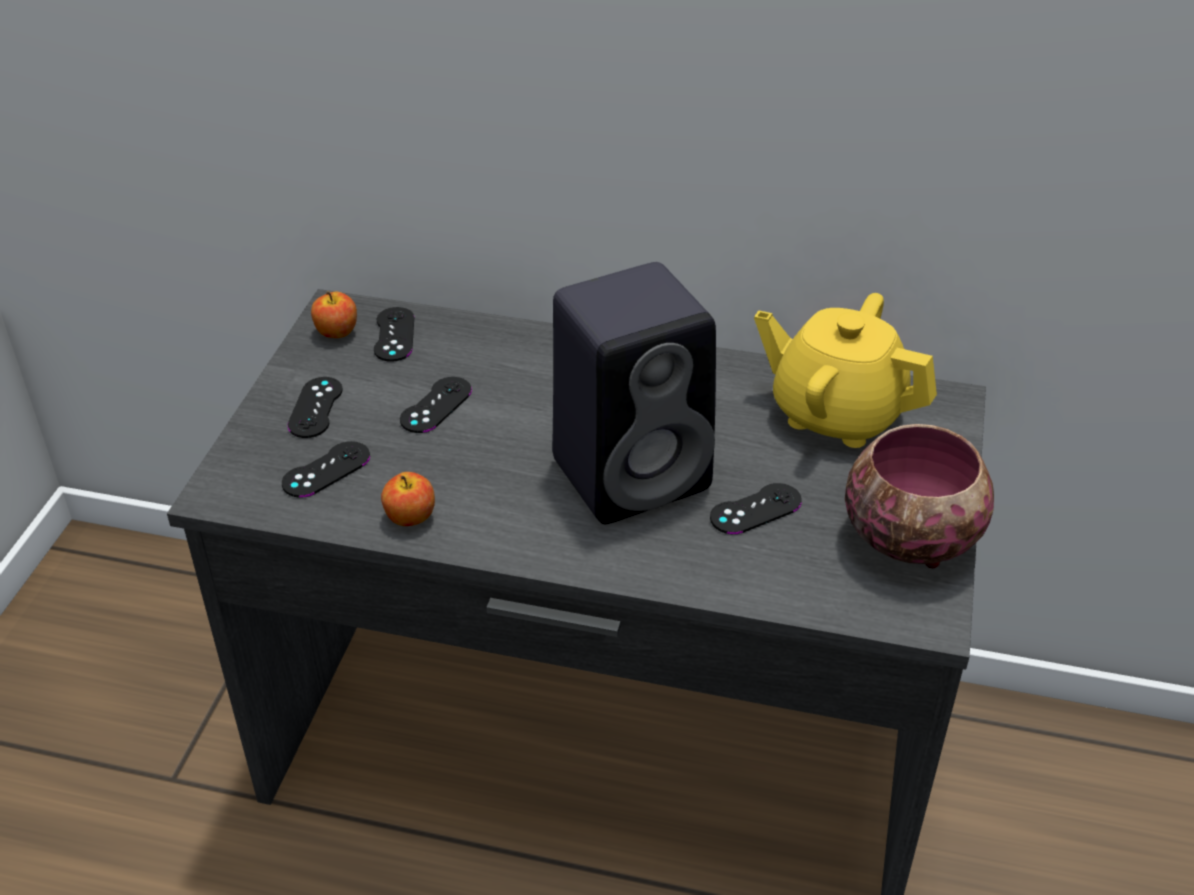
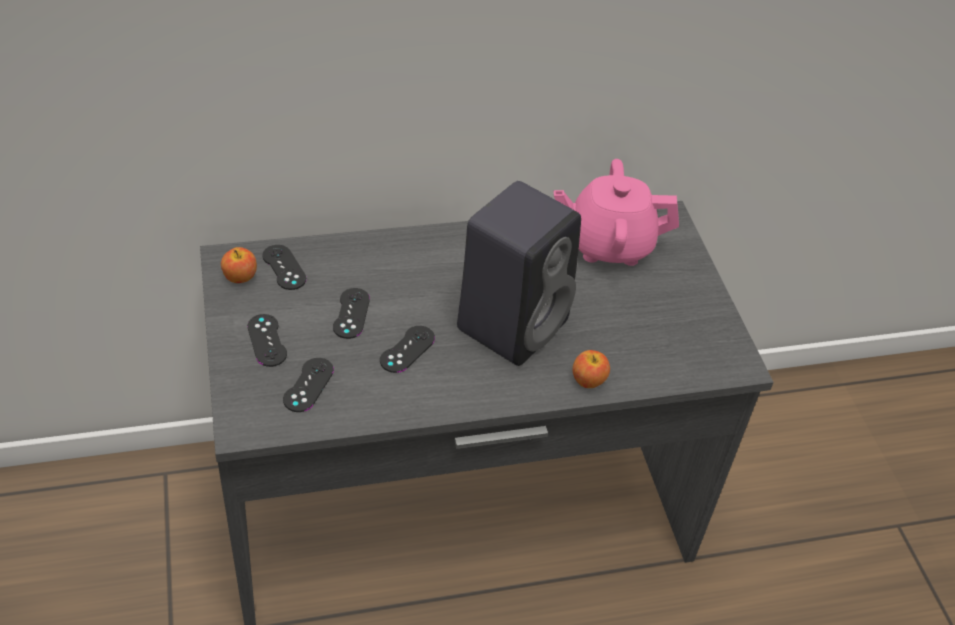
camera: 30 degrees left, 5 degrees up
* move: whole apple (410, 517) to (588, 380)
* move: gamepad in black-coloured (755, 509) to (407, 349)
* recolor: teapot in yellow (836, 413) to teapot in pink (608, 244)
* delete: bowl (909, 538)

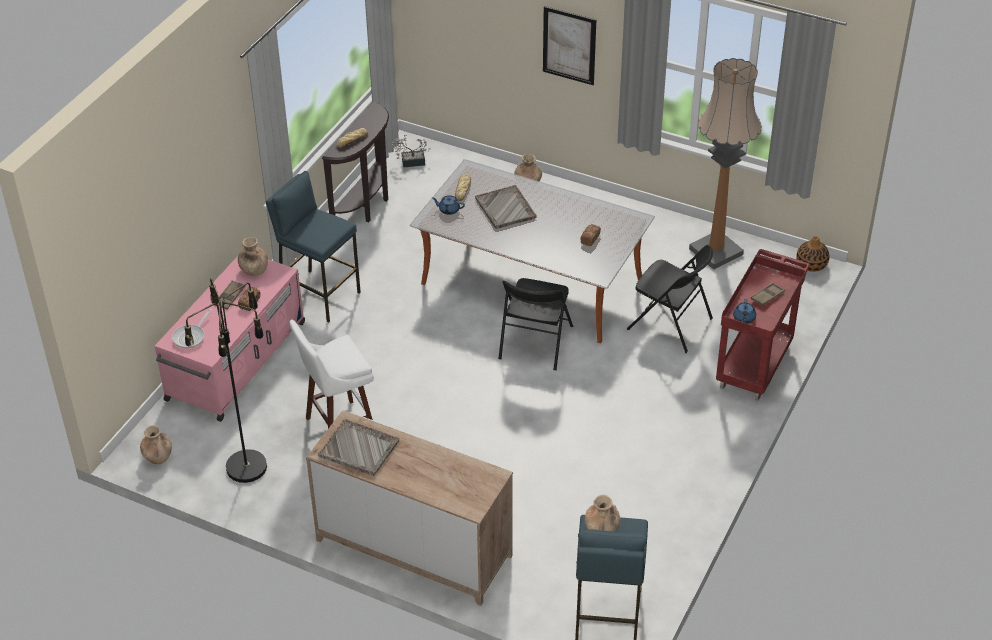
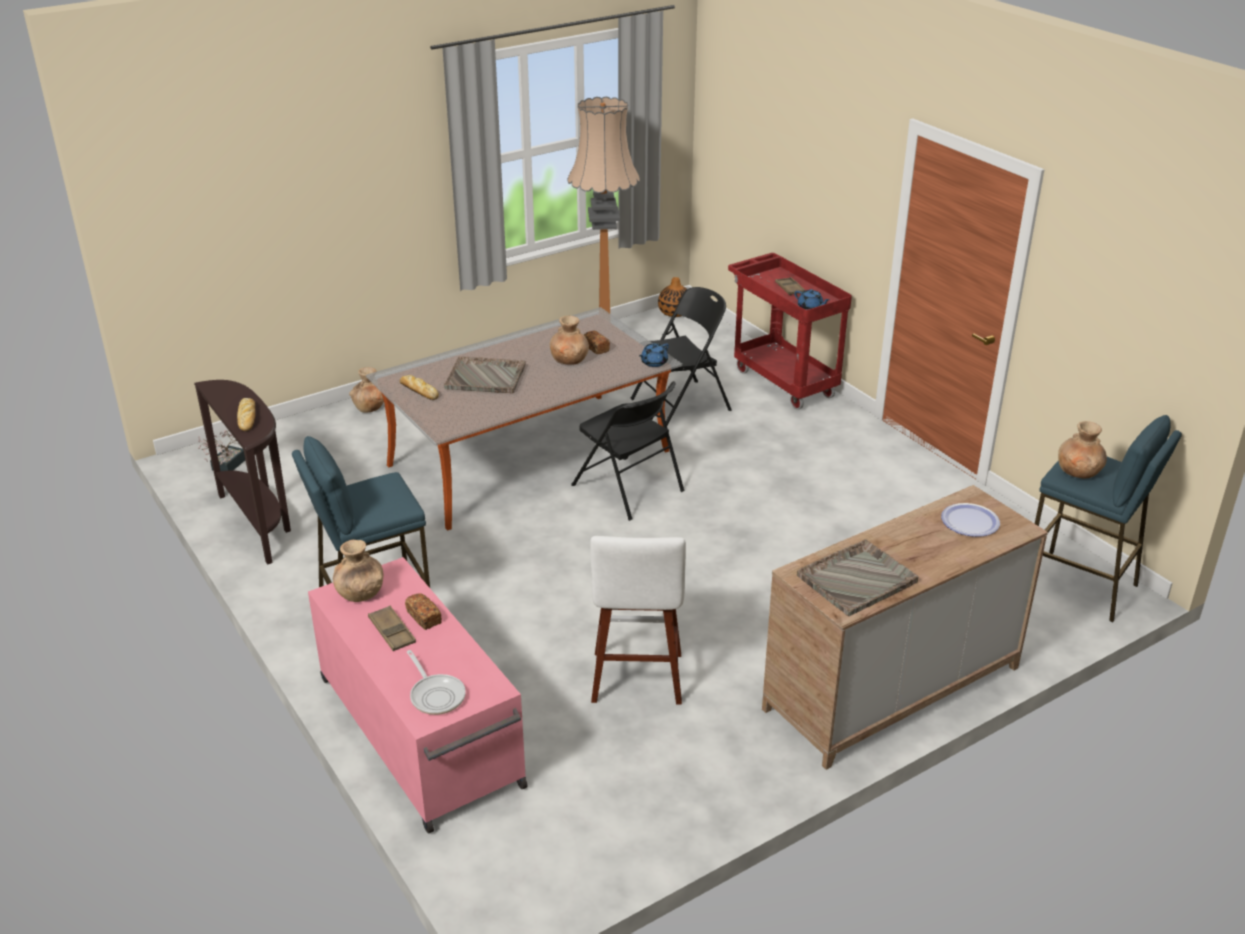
camera: 60 degrees left, 10 degrees down
* move: vase in brownish (158, 457) to (569, 360)
* delete: standard lamp (247, 468)
* move: teapot in blue (448, 210) to (653, 363)
* delete: wall picture (569, 45)
* insert: flat dish (970, 521)

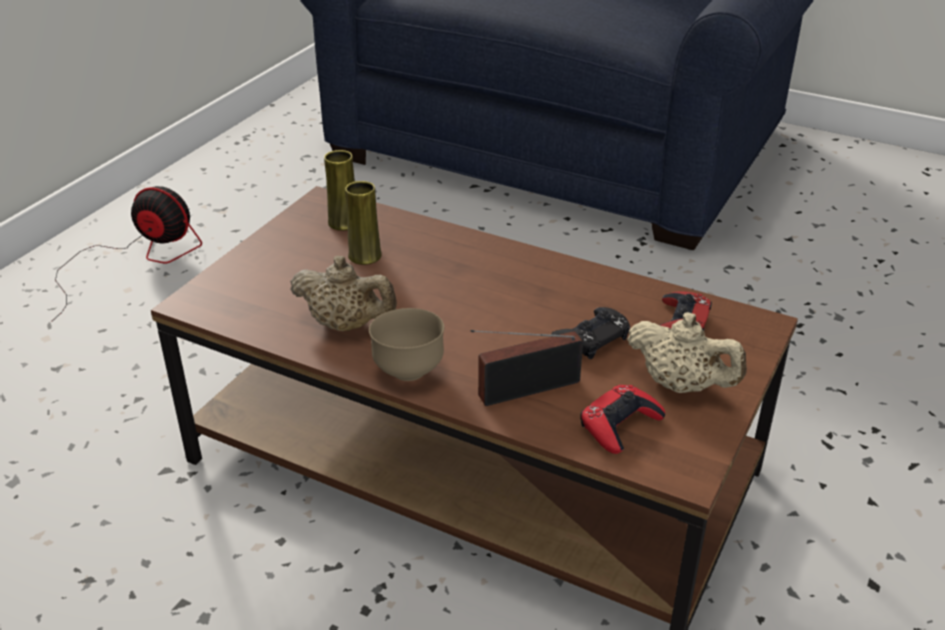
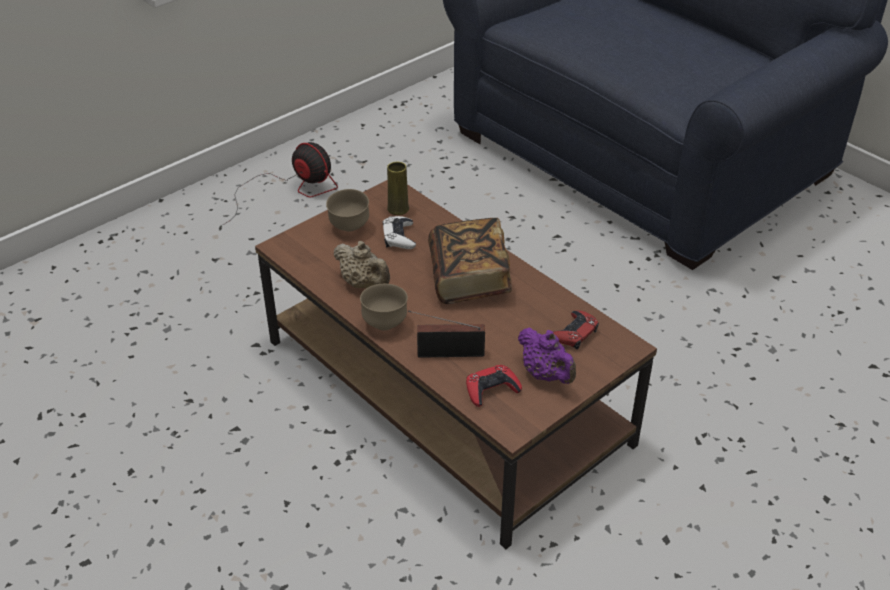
camera: 20 degrees right, 5 degrees up
* replace: vase in yellow (365, 256) to gamepad in white (399, 237)
* delete: gamepad in black-coloured (591, 338)
* recolor: teapot in beige-coloured (681, 385) to teapot in purplish (546, 374)
* insert: bowl in brownish (349, 228)
* insert: volume (469, 278)

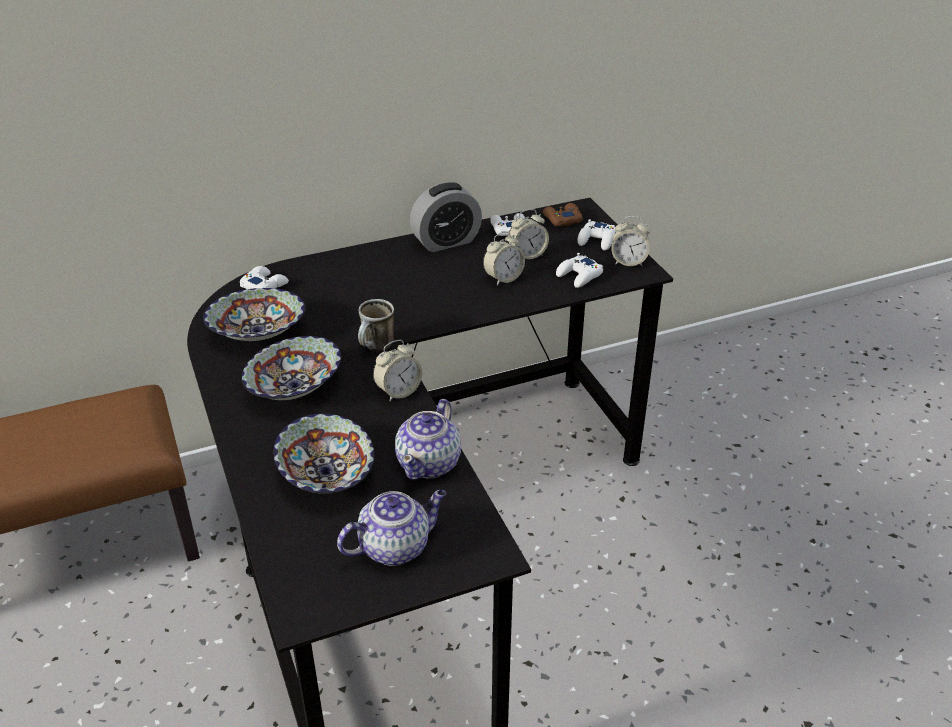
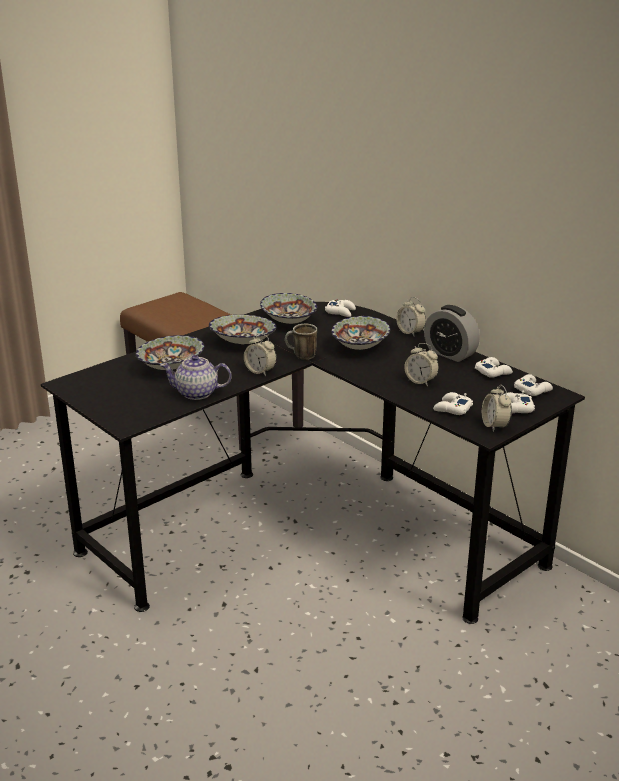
camera: 70 degrees right, 10 degrees down
* delete: teapot (395, 546)
* move: table clock (527, 255) to (410, 332)
* recolor: gamepad in brownish (562, 219) to gamepad in white (532, 390)
* insert: bowl (359, 347)

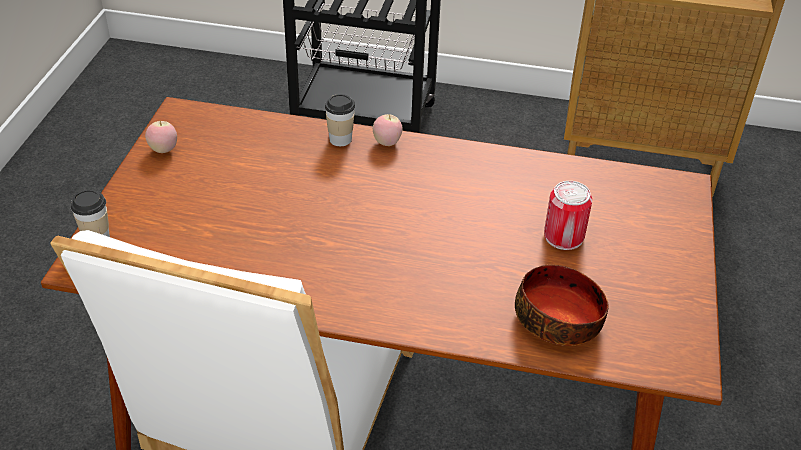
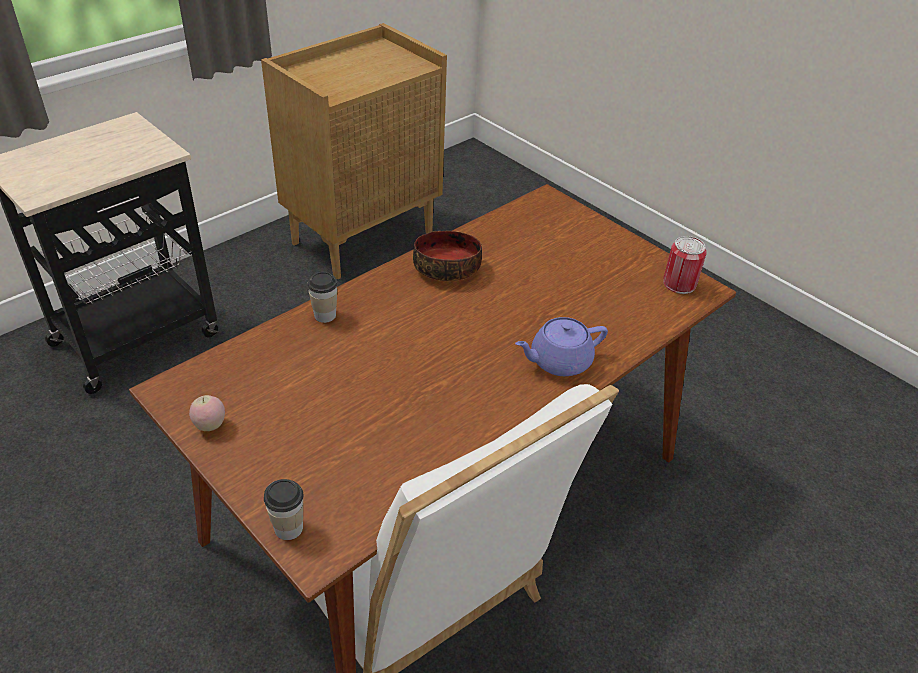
camera: 55 degrees left, 0 degrees up
* delete: whole apple (387, 143)
* move: bowl (559, 320) to (447, 268)
* move: sealed can (563, 236) to (679, 283)
* insert: teapot in purplish (559, 361)

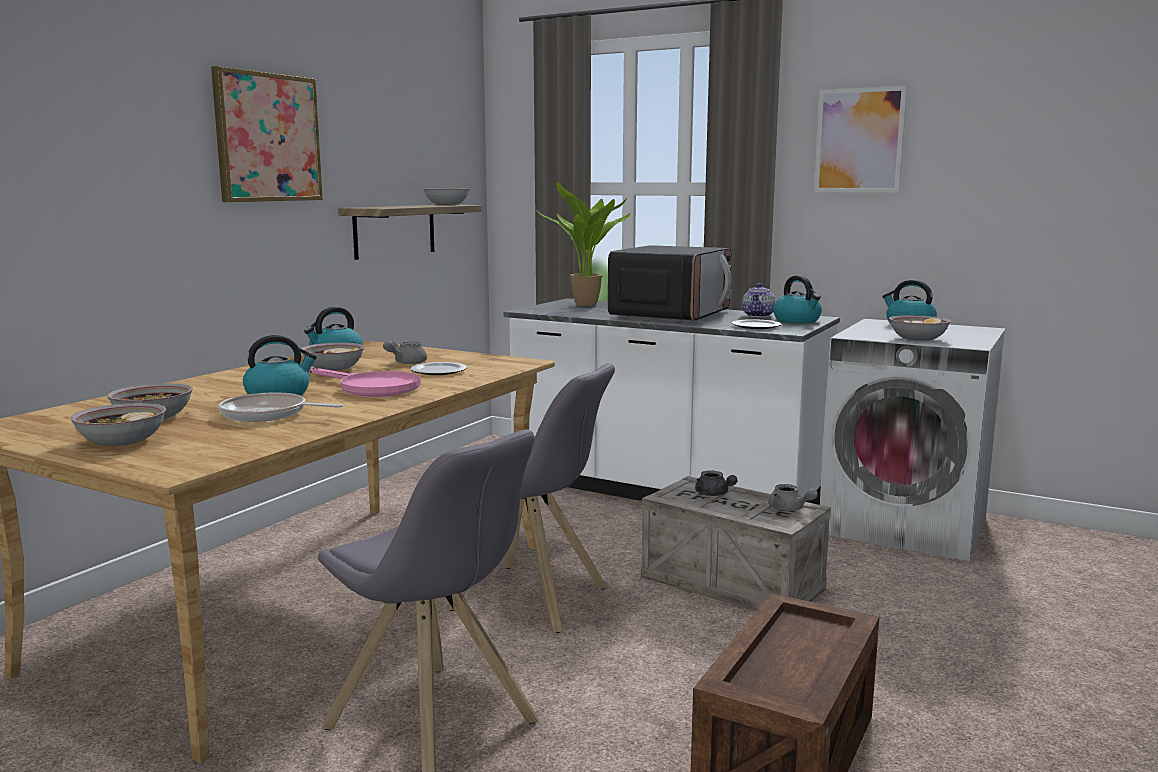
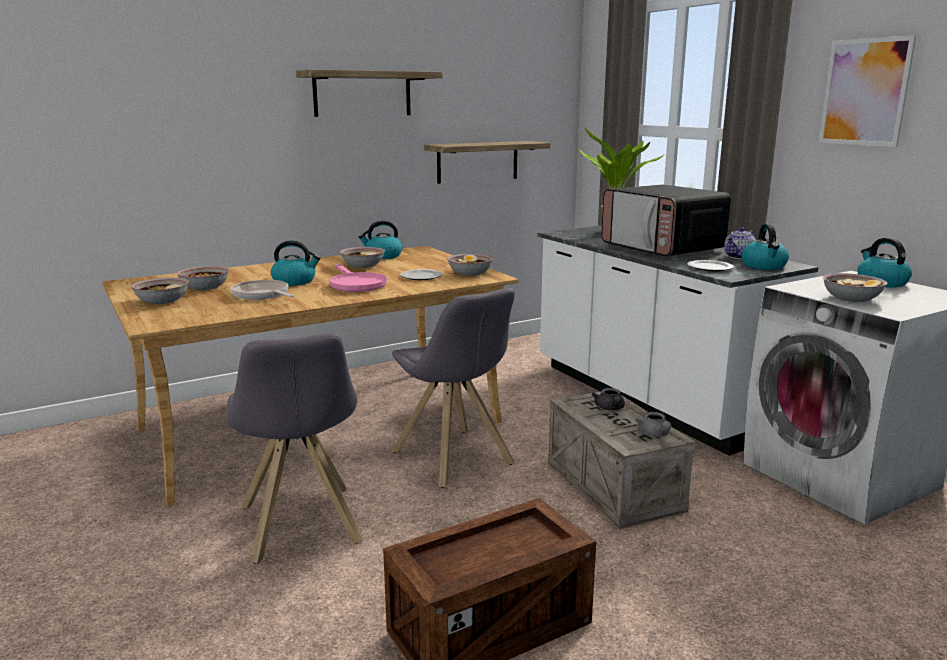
camera: 30 degrees right, 5 degrees up
* replace: wall picture (267, 138) to shelf (362, 94)
* delete: teapot in greyish (406, 362)
* move: bowl (447, 204) to (470, 273)
* rotate: kitchen microwave (670, 314) = (662, 248) 90 degrees clockwise

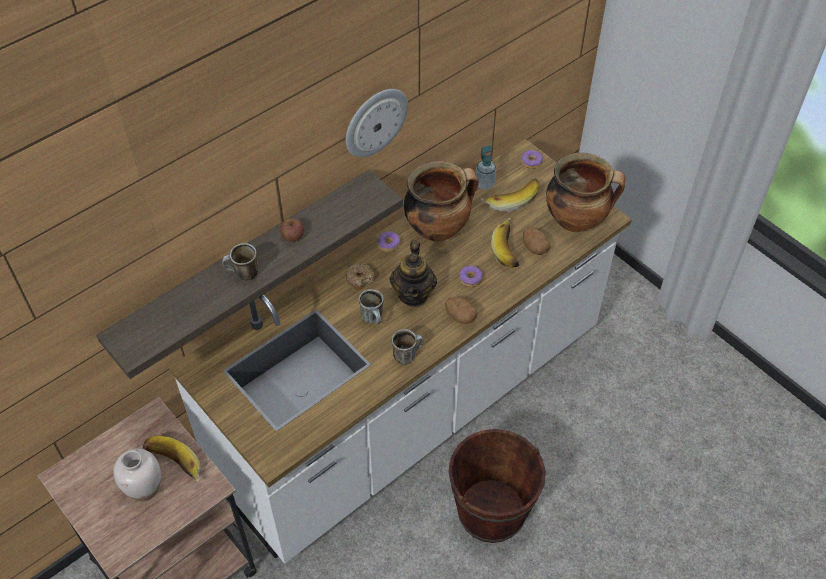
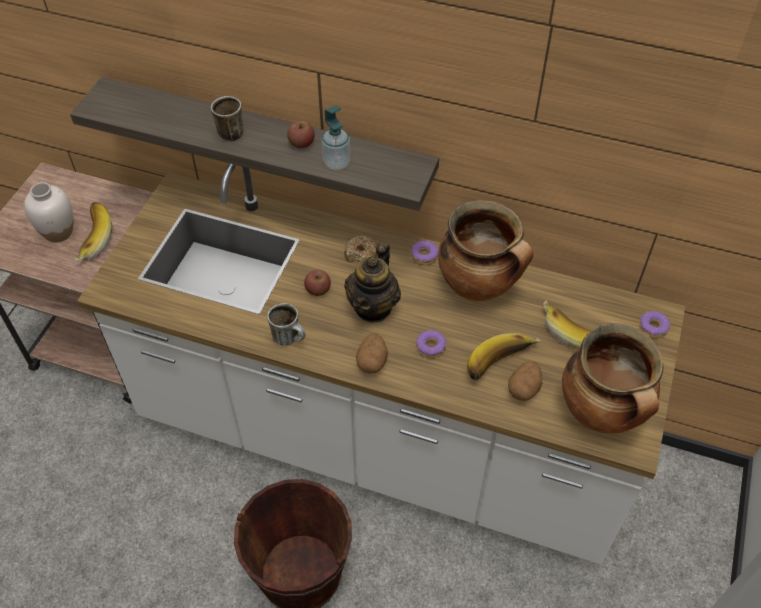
camera: 60 degrees right, 0 degrees up
* delete: wall clock (375, 121)
* replace: mug (374, 319) to whole apple (318, 289)
* rotate: teapot (413, 294) = (373, 307) 45 degrees counterclockwise
* move: soap bottle (485, 184) to (336, 163)

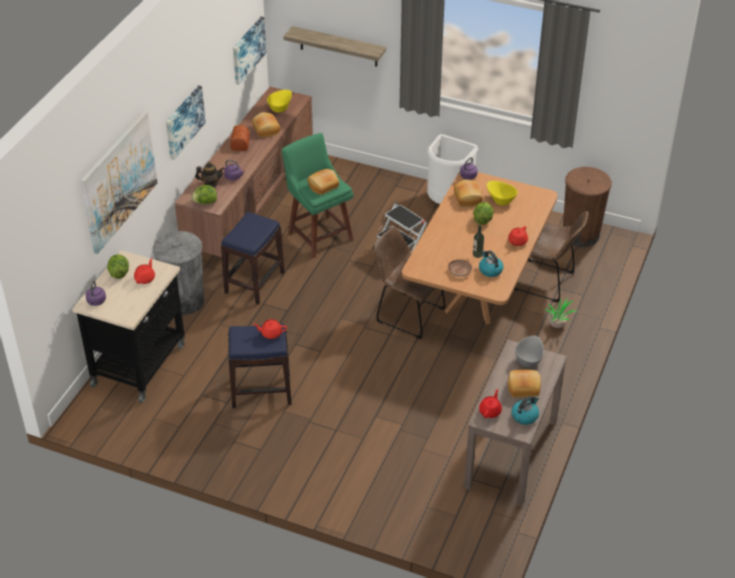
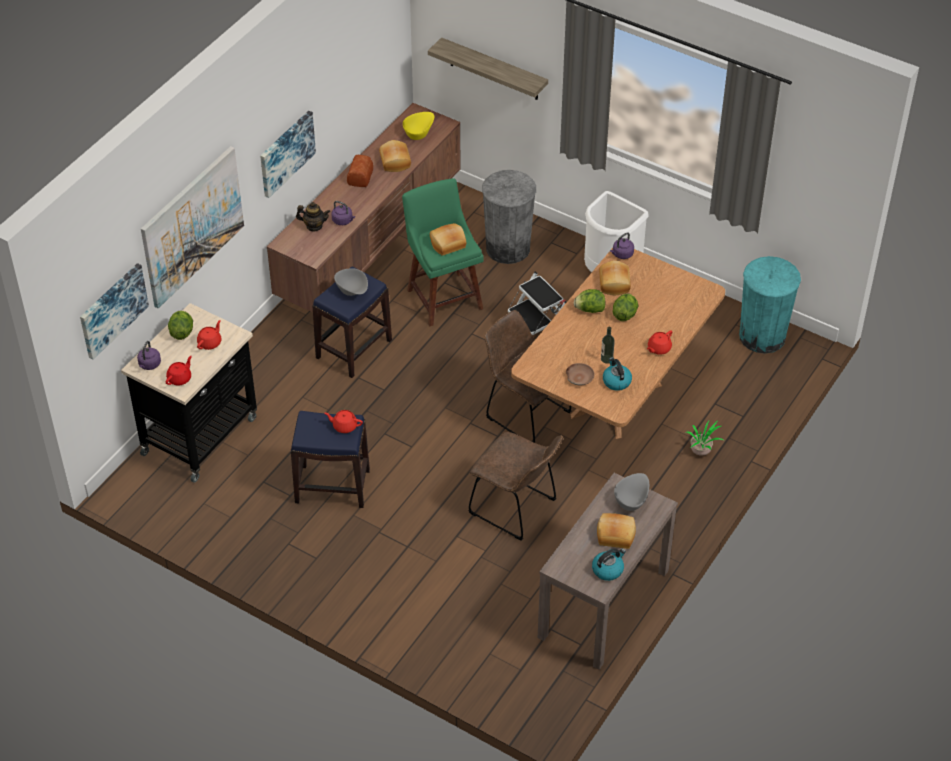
camera: 10 degrees right, 5 degrees up
* move: rubbish bin in greyish (184, 301) to (508, 248)
* move: lettuce head (205, 202) to (589, 309)
* move: wall picture (247, 49) to (112, 310)
* move: teapot in red-coloured (490, 411) to (180, 378)
* delete: bowl in yellow (500, 200)
* move: chair in brownish (546, 282) to (516, 509)
* recolor: rubbish bin in brownish (580, 234) to rubbish bin in turquoise (762, 336)
* insert: bowl in greyish (353, 292)

